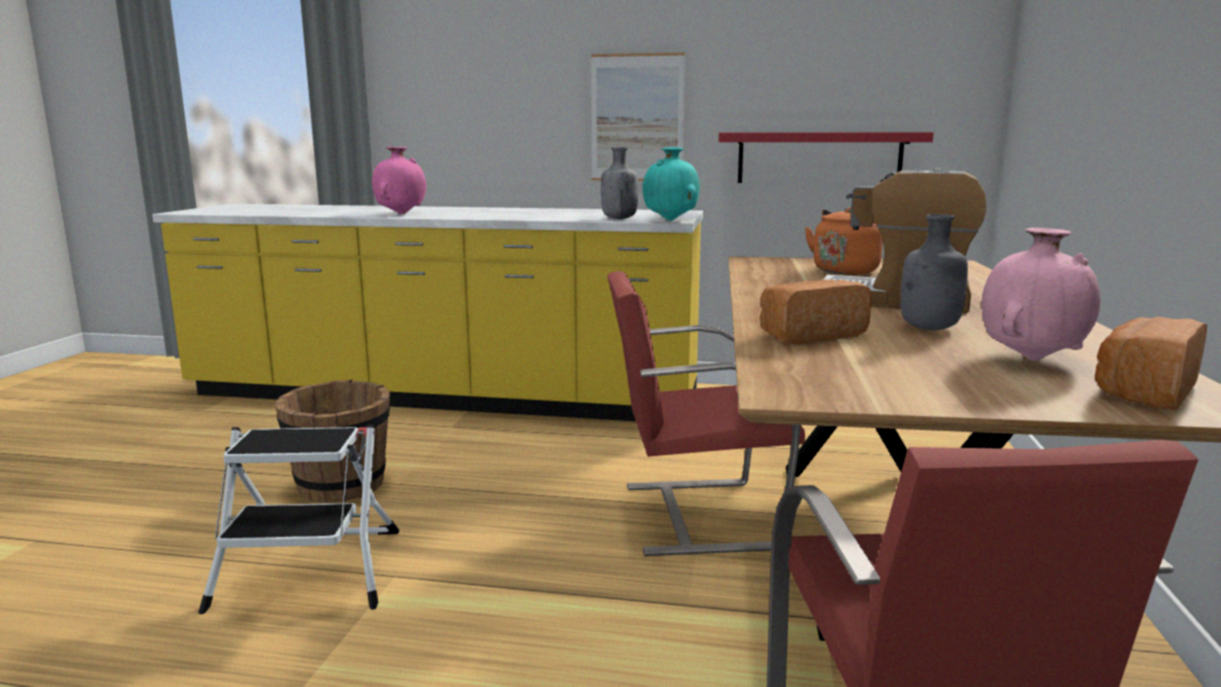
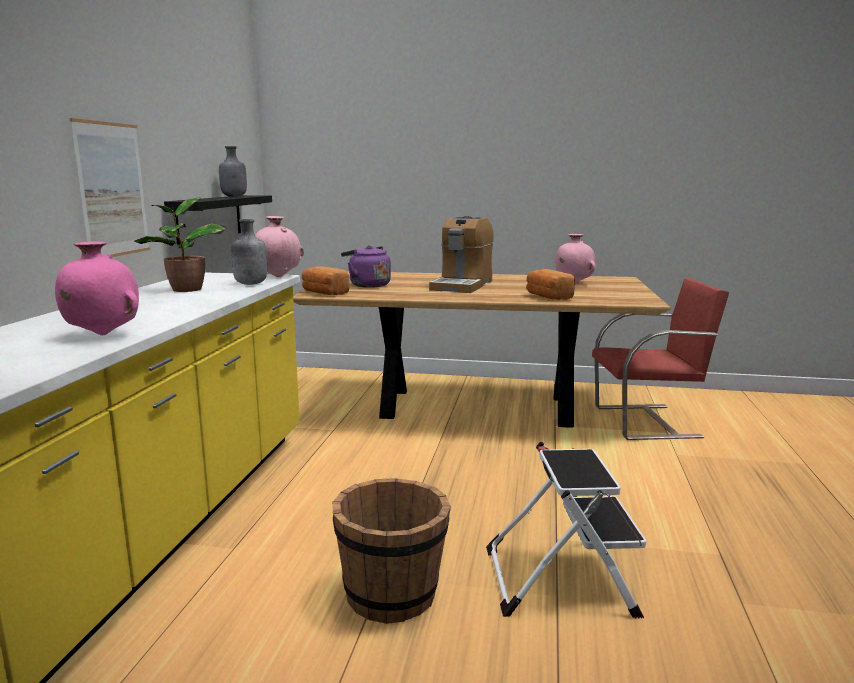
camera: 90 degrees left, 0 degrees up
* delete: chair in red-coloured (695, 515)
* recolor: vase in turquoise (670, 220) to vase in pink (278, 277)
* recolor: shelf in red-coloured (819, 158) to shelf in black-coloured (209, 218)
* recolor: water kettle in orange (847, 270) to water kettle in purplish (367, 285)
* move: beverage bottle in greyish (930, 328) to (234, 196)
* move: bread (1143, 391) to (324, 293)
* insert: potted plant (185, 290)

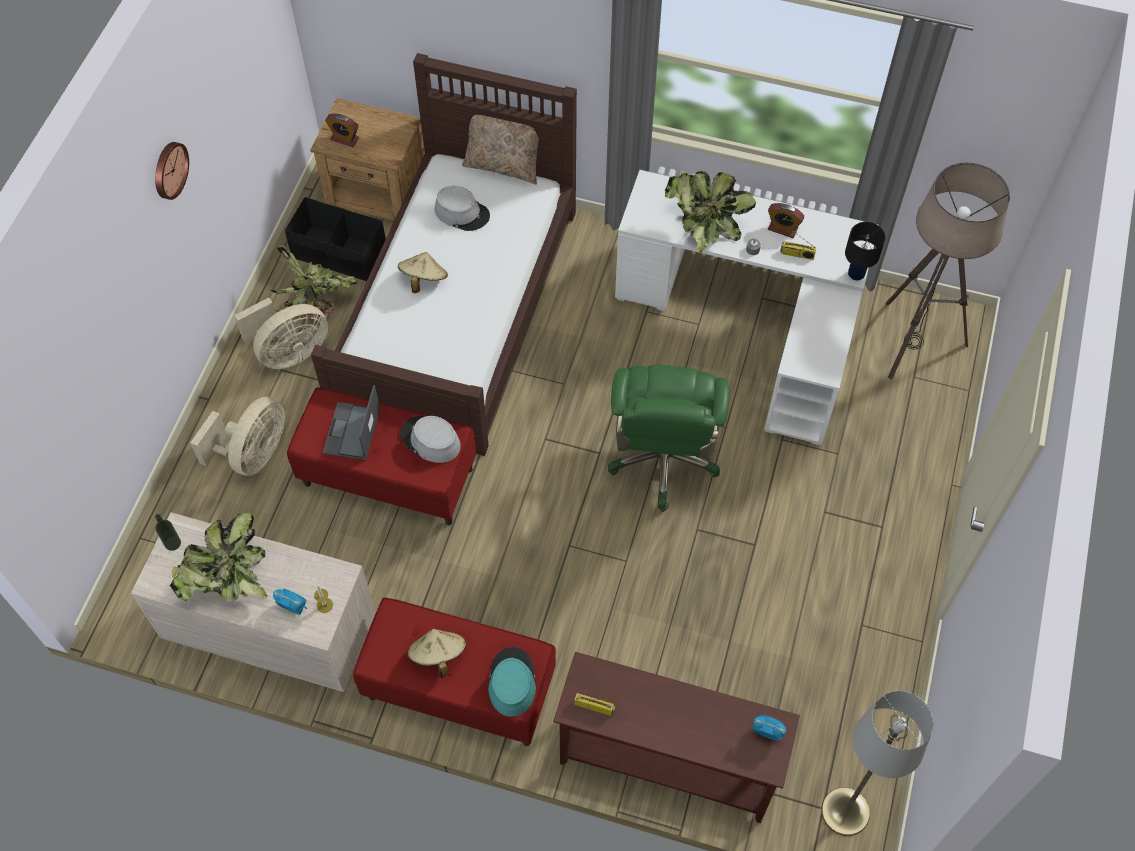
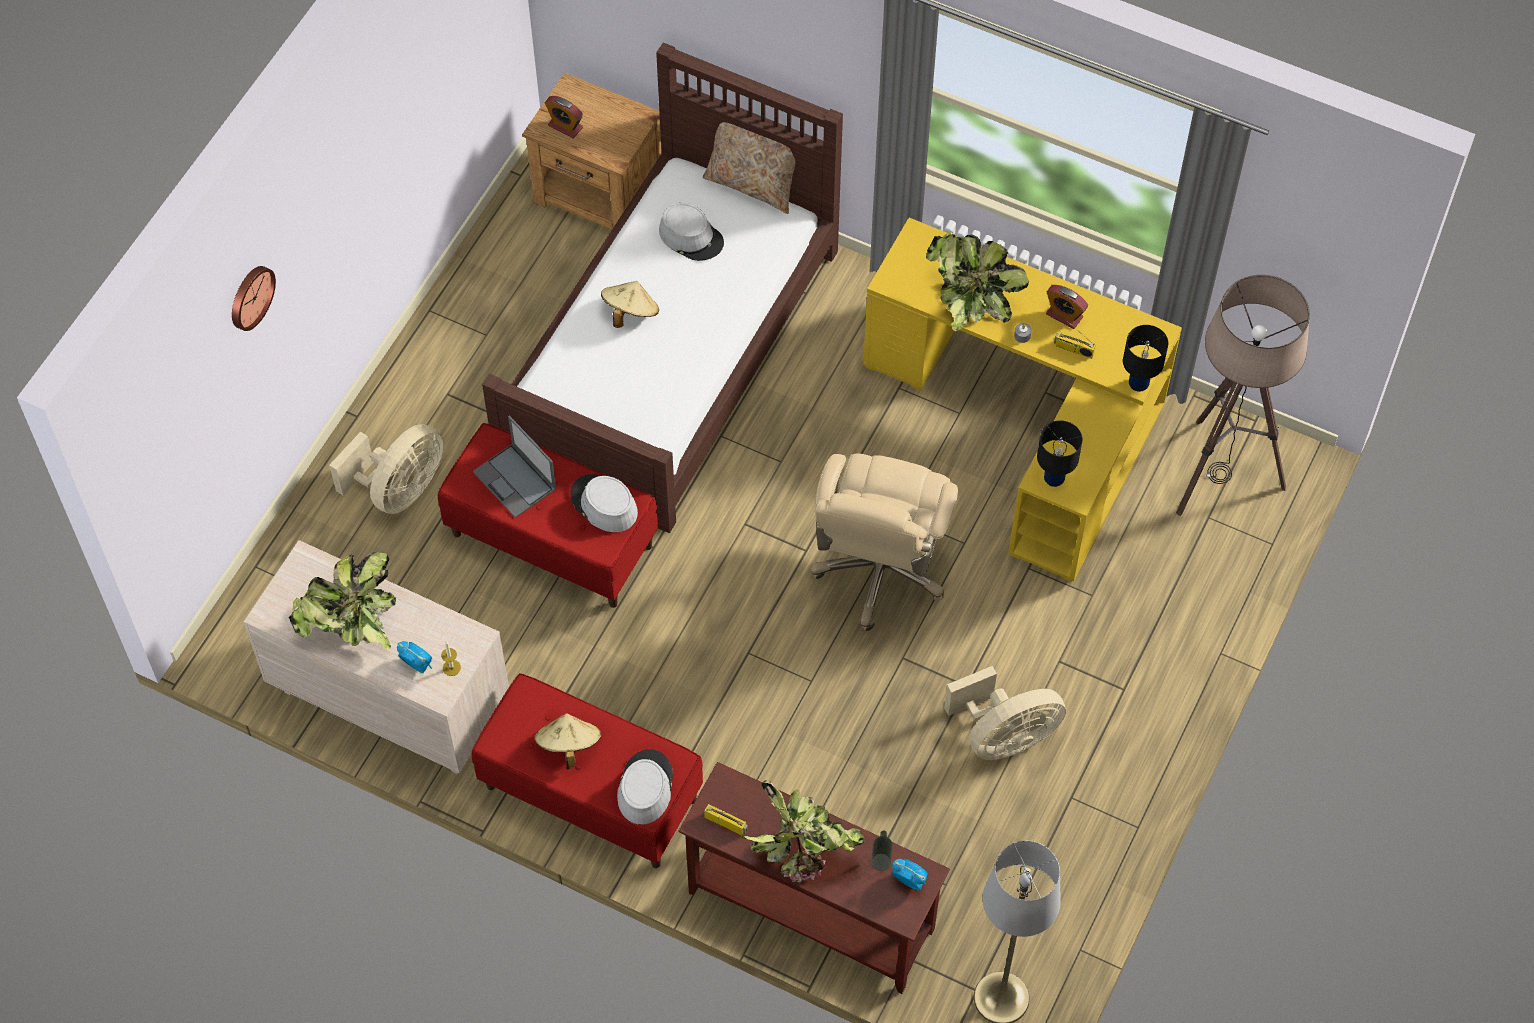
camera: 10 degrees right, 0 degrees up
* move: wall clock (169, 170) to (250, 296)
* move: beverage bottle (172, 543) to (881, 862)
* move: electric fan in beige-coloured (289, 352) to (1004, 737)
* move: potted plant (320, 302) to (802, 851)
* delete: storage box in black-coloured (339, 254)
* rotate: notebook computer (352, 432) = (515, 481) 60 degrees counterclockwise
* recolor: hat in turquoise (511, 682) to hat in greyish (645, 787)
* recolor: office chair in green (662, 463) to office chair in beige-coloured (878, 573)
* recolor: desk in white (754, 323) to desk in yellow (1027, 422)
* insert: lamp for a table in black-coloured (1053, 479)

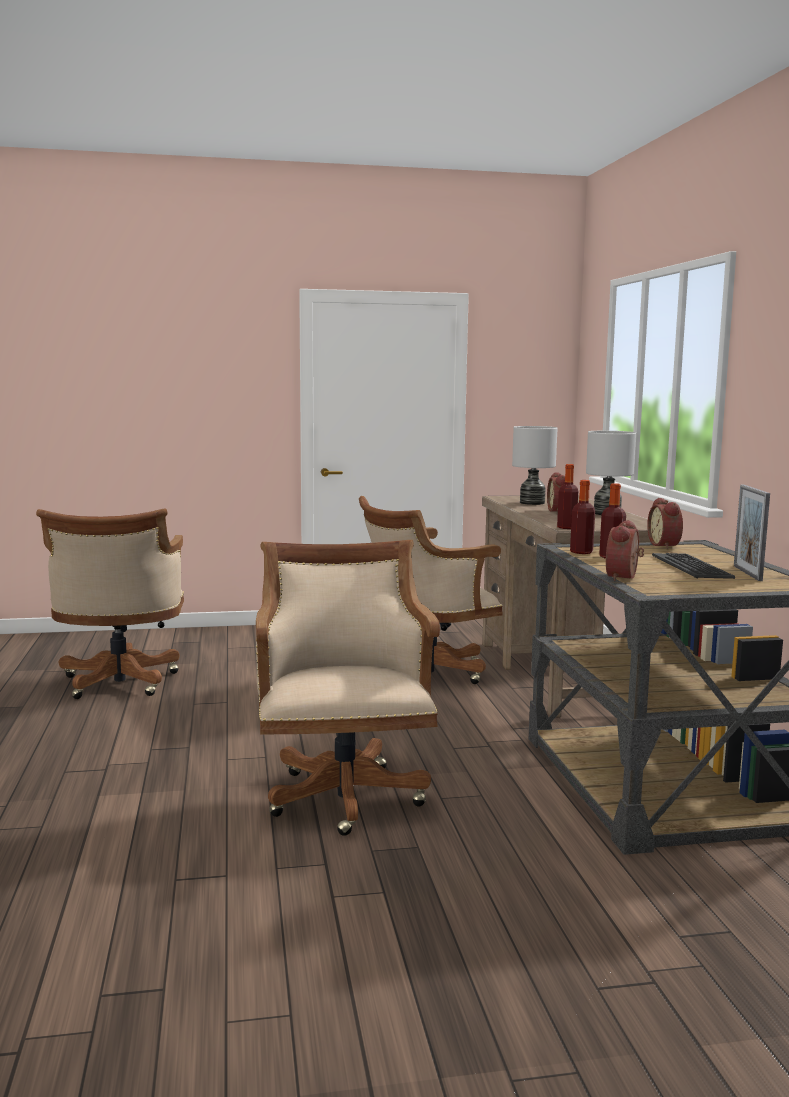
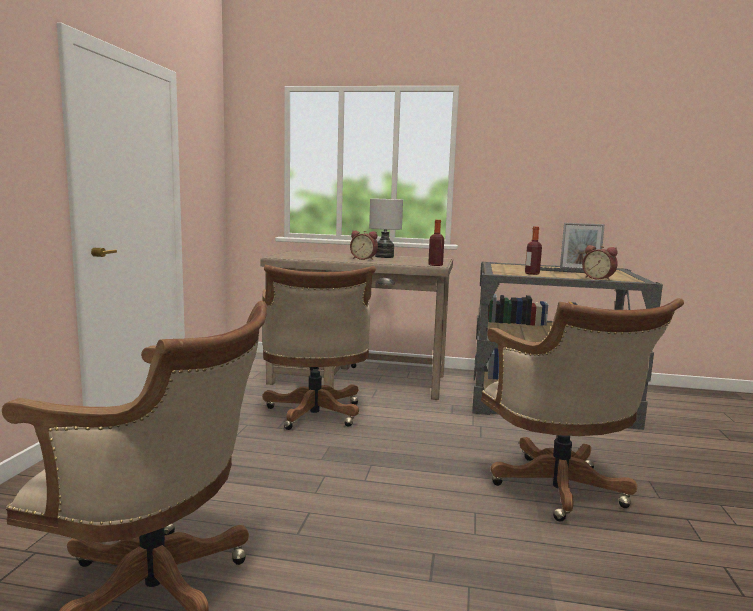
camera: 70 degrees left, 0 degrees up
* rotate: office chair (343, 794) = (562, 491) 120 degrees counterclockwise
* delete: lamp for a table in greyish (532, 503)
* delete: beverage bottle (581, 552)
* delete: table clock (666, 545)

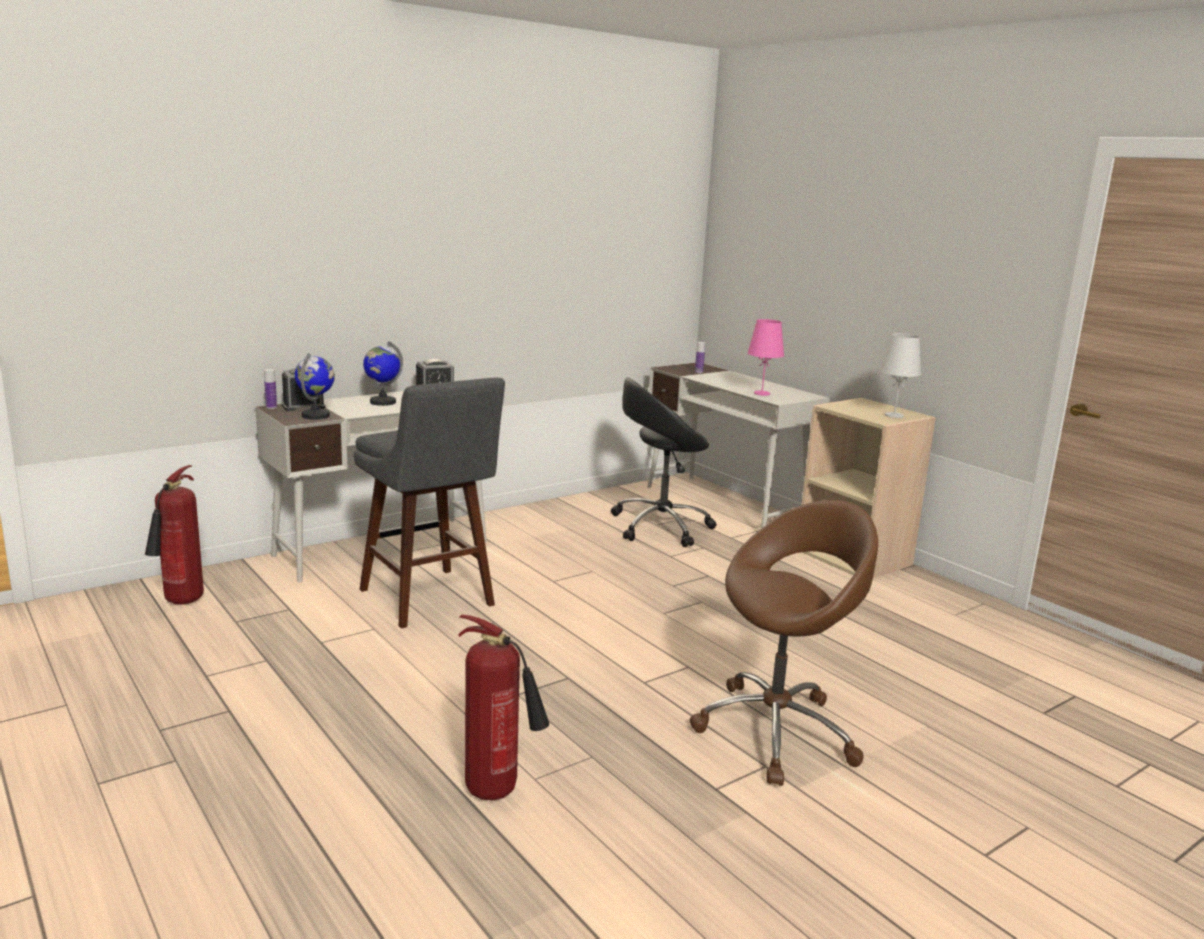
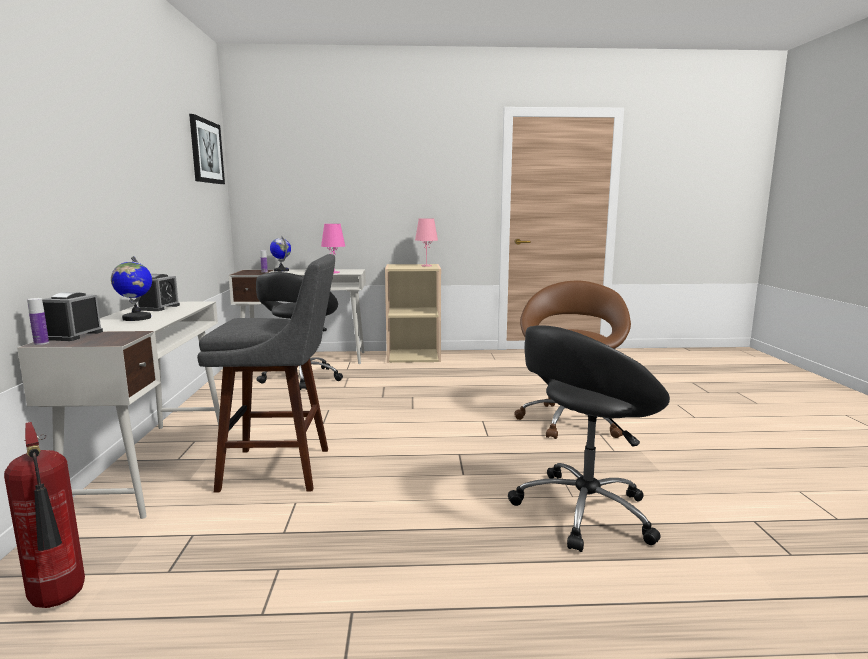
camera: 55 degrees left, 5 degrees down
* move: world globe (316, 416) to (281, 270)
* replace: fire-fighting cylinder (498, 793) to office chair in black-coloured (581, 512)
* recolor: lamp for a table in white (894, 415) to lamp for a table in pink (426, 265)
* insert: wall picture (206, 151)

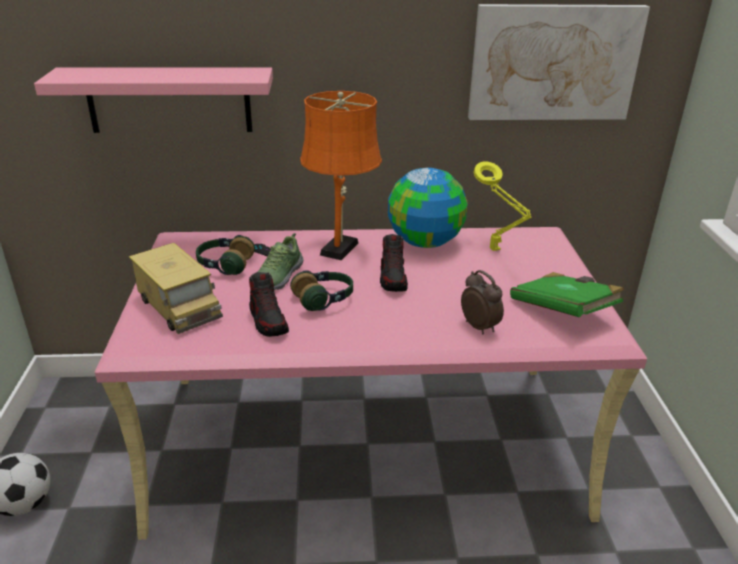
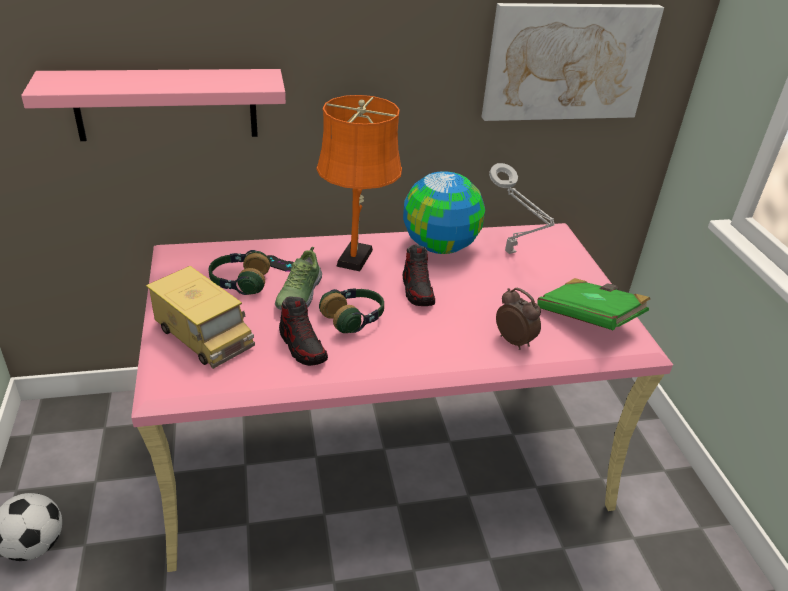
camera: 10 degrees left, 5 degrees up
* recolor: lamp for a table in yellow (496, 251) to lamp for a table in greyish (512, 254)

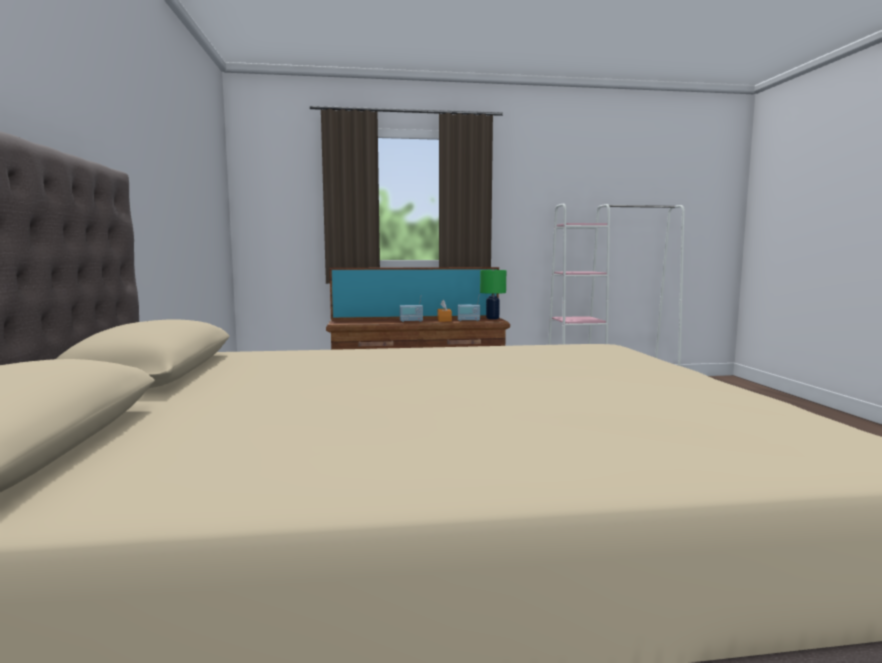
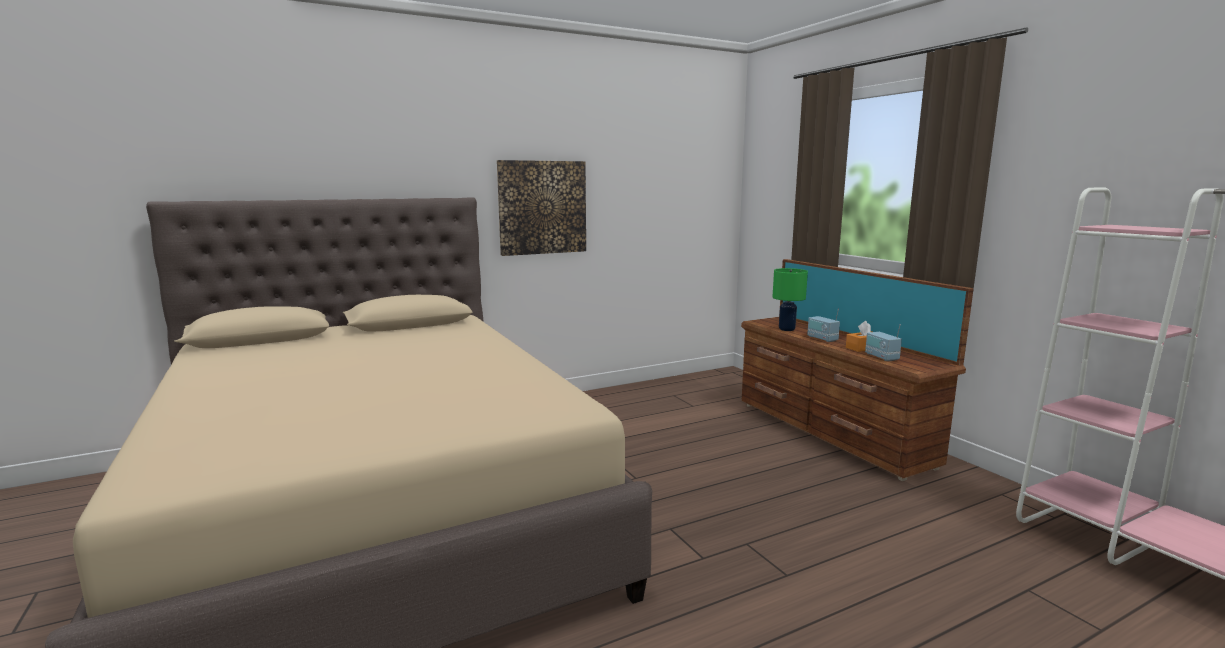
camera: 70 degrees right, 5 degrees up
* move: lamp for a table in green (493, 318) to (787, 329)
* insert: wall picture (542, 207)

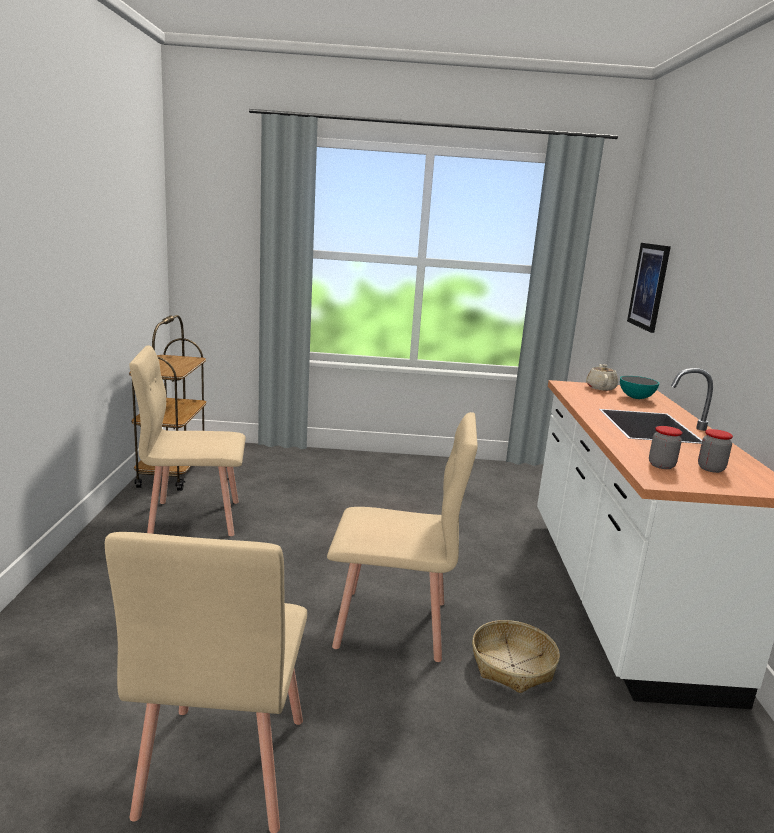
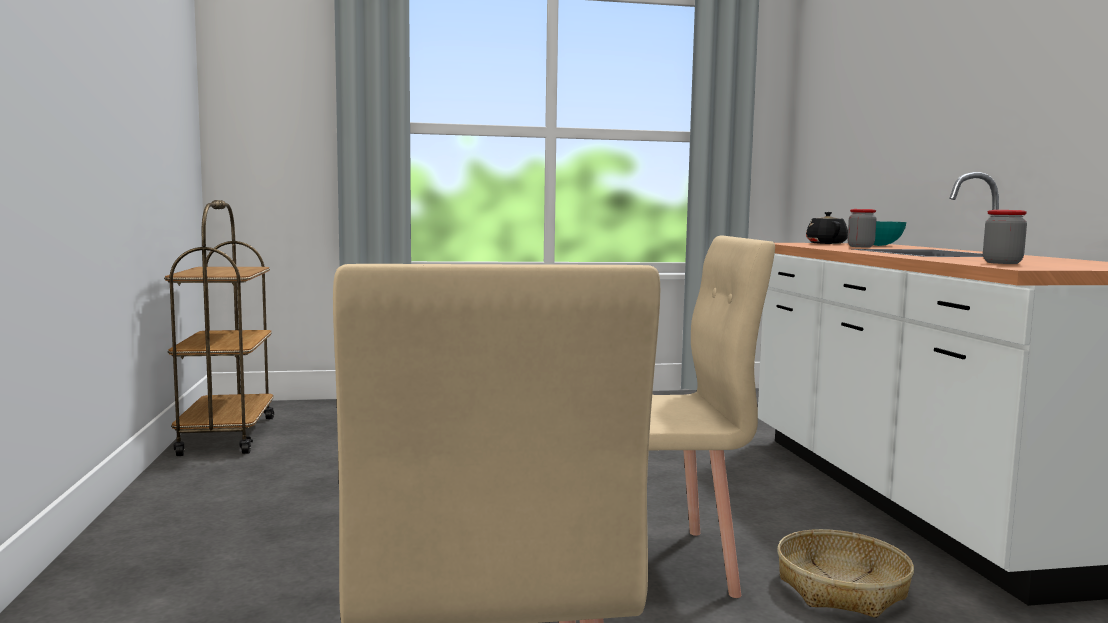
camera: 10 degrees left, 10 degrees down
* delete: chair in beige-coloured (194, 517)
* recolor: teapot in beige-coloured (600, 388) to teapot in black-coloured (826, 243)
* delete: wall picture (649, 286)
* move: storage jar (710, 468) to (860, 246)

